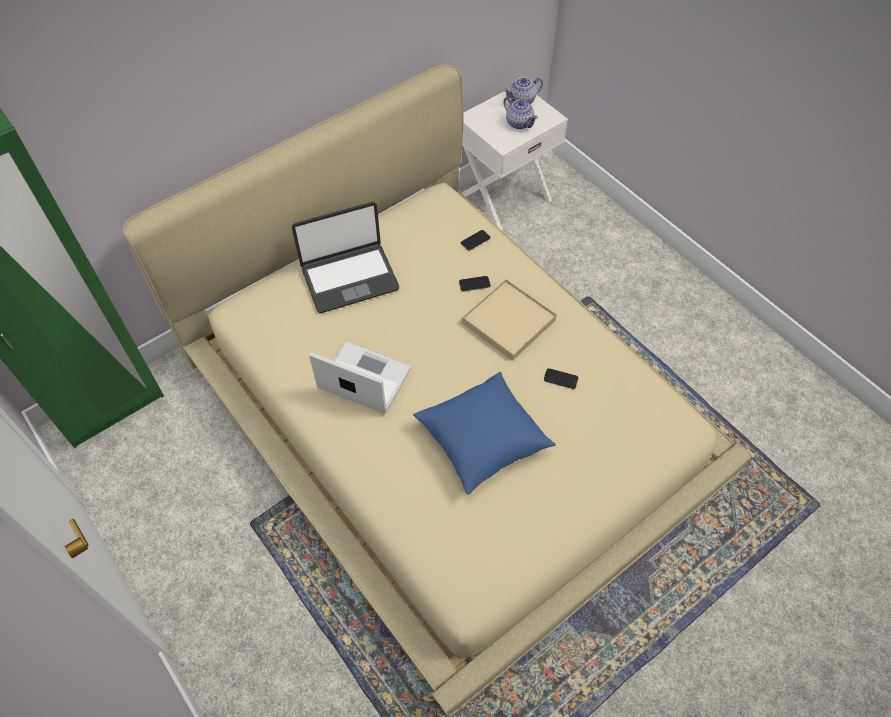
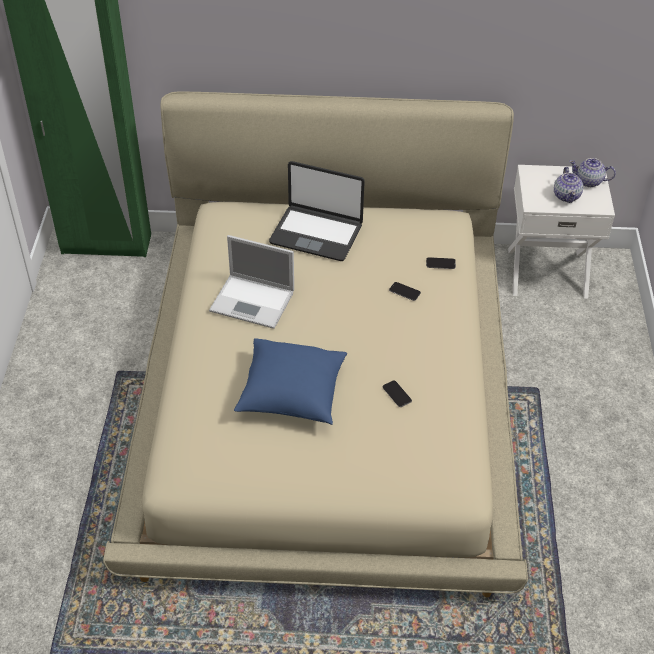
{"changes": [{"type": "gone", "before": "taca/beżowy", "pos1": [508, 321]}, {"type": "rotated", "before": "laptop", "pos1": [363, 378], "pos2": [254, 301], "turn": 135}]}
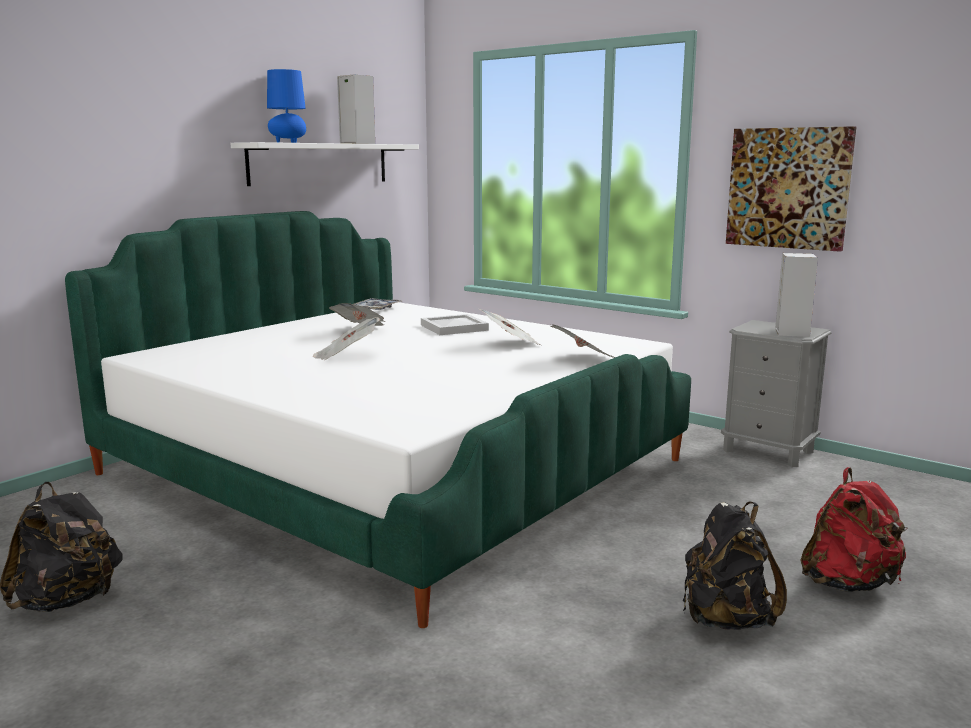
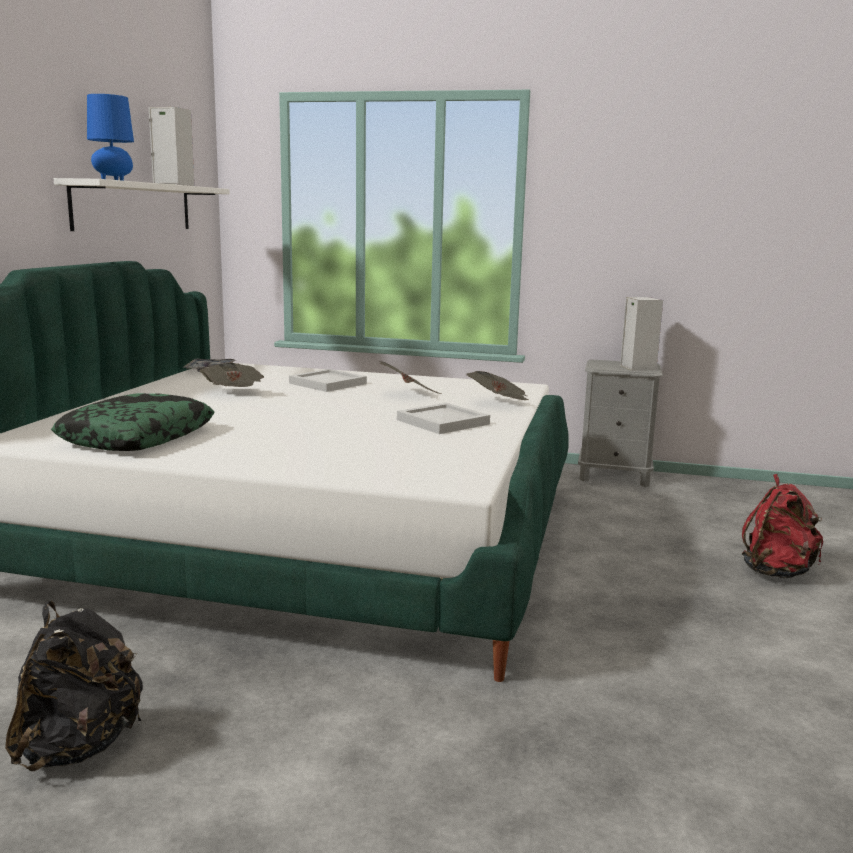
{"changes": [{"type": "gone", "before": "obraz", "pos1": [788, 188]}, {"type": "gone", "before": "gazeta", "pos1": [346, 356]}, {"type": "gone", "before": "plecak/czarny", "pos1": [725, 619]}, {"type": "new", "after": "poduszka", "pos2": [137, 437]}, {"type": "new", "after": "taca/biały", "pos2": [441, 422]}]}
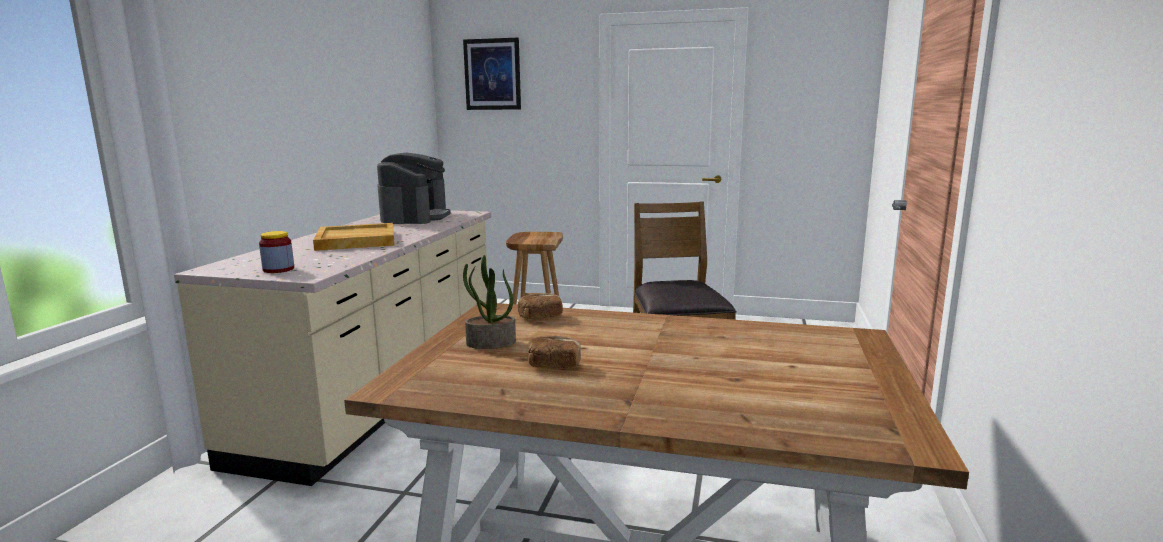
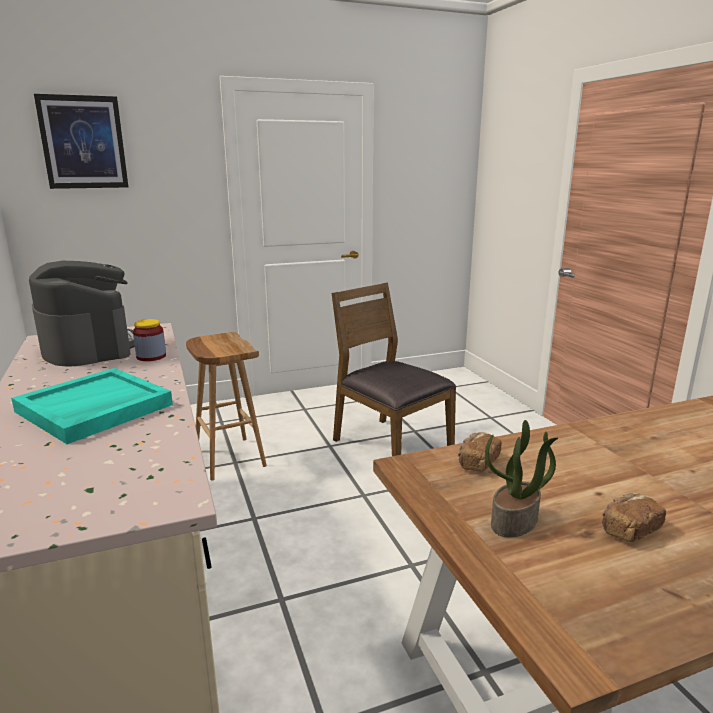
{"changes": [{"type": "repainted", "before": "taca/beżowy", "after": "taca/turkusowy", "pos1": [355, 241], "pos2": [94, 409]}, {"type": "shifted", "before": "słoik", "pos1": [278, 269], "pos2": [151, 356]}]}
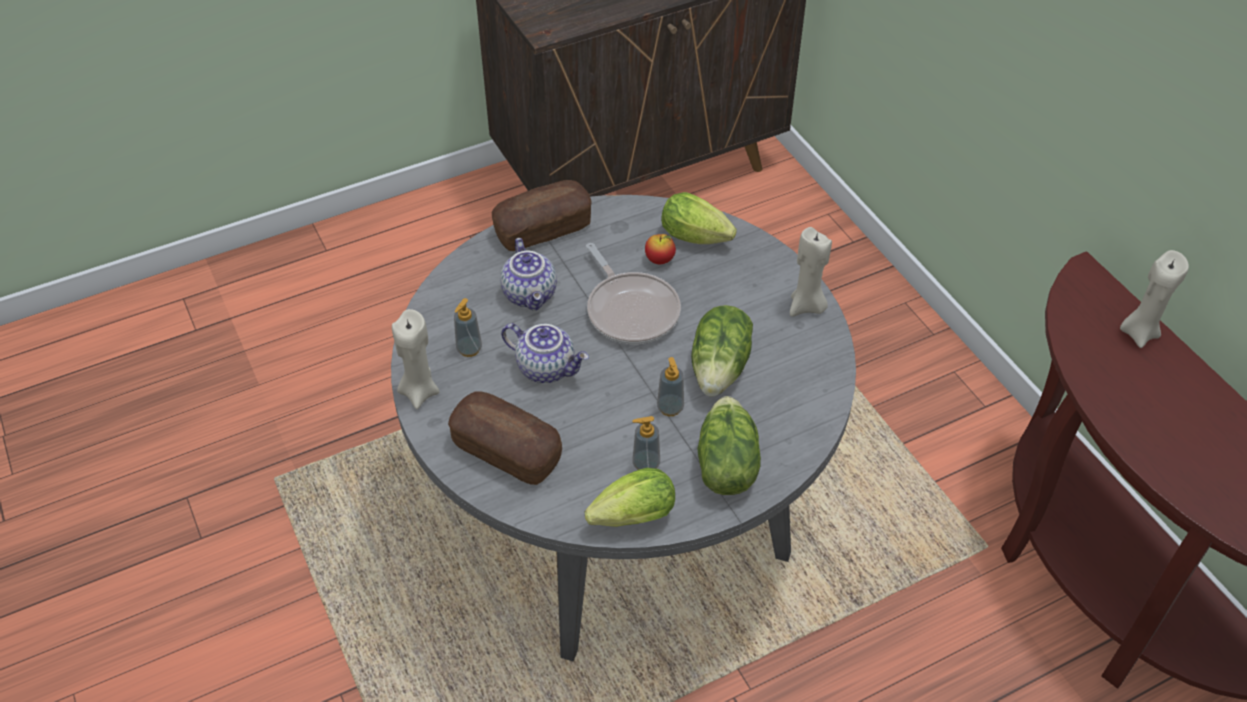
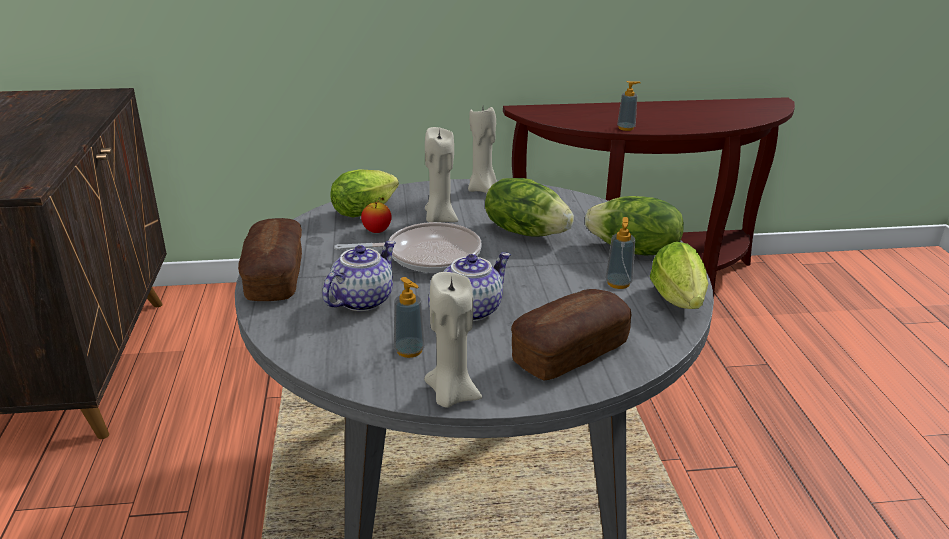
{"changes": [{"type": "rotated", "before": "imbryk", "pos1": [531, 294], "pos2": [362, 300], "turn": -60}, {"type": "shifted", "before": "świeca/beżowy", "pos1": [1138, 332], "pos2": [439, 219]}, {"type": "shifted", "before": "dozownik mydła", "pos1": [670, 408], "pos2": [626, 128]}]}
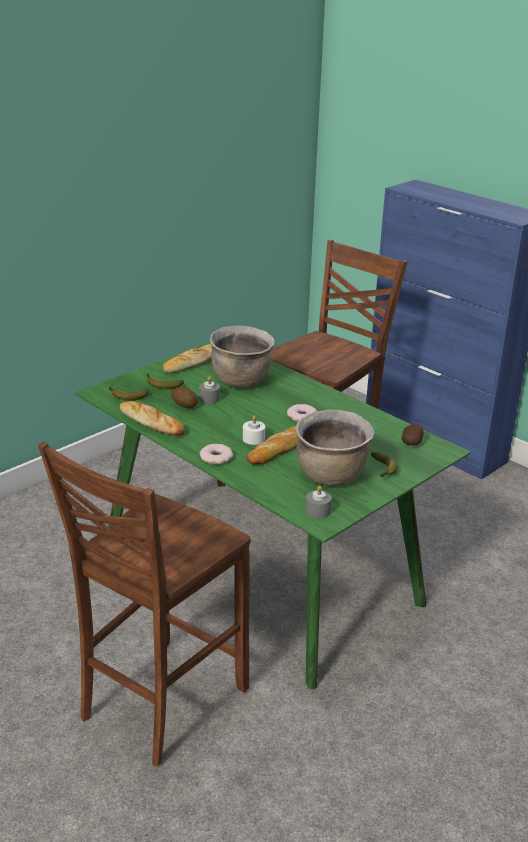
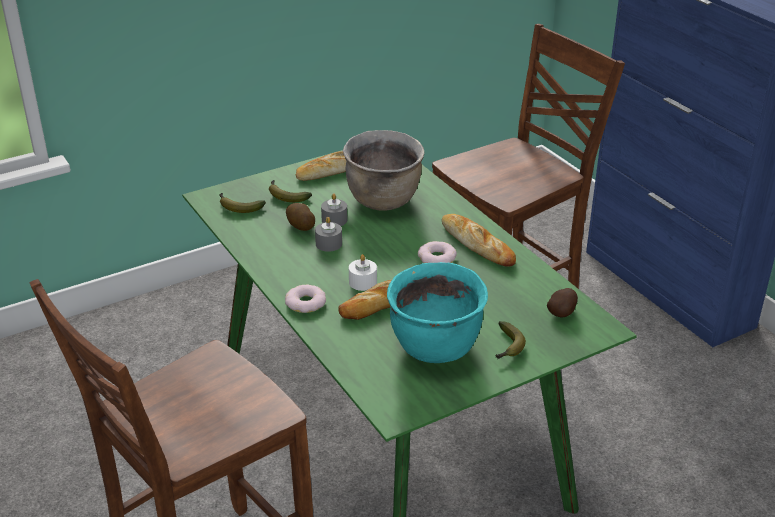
{"changes": [{"type": "shifted", "before": "chleb", "pos1": [151, 422], "pos2": [477, 244]}, {"type": "repainted", "before": "garnek/brązowy", "after": "garnek/turkusowy", "pos1": [331, 476], "pos2": [435, 348]}, {"type": "shifted", "before": "świeca/szary", "pos1": [318, 511], "pos2": [329, 244]}]}
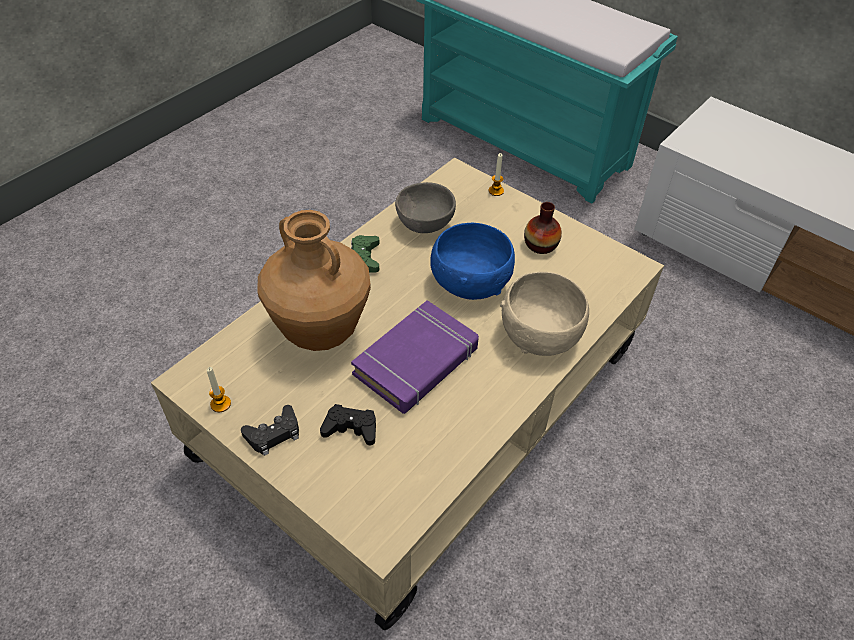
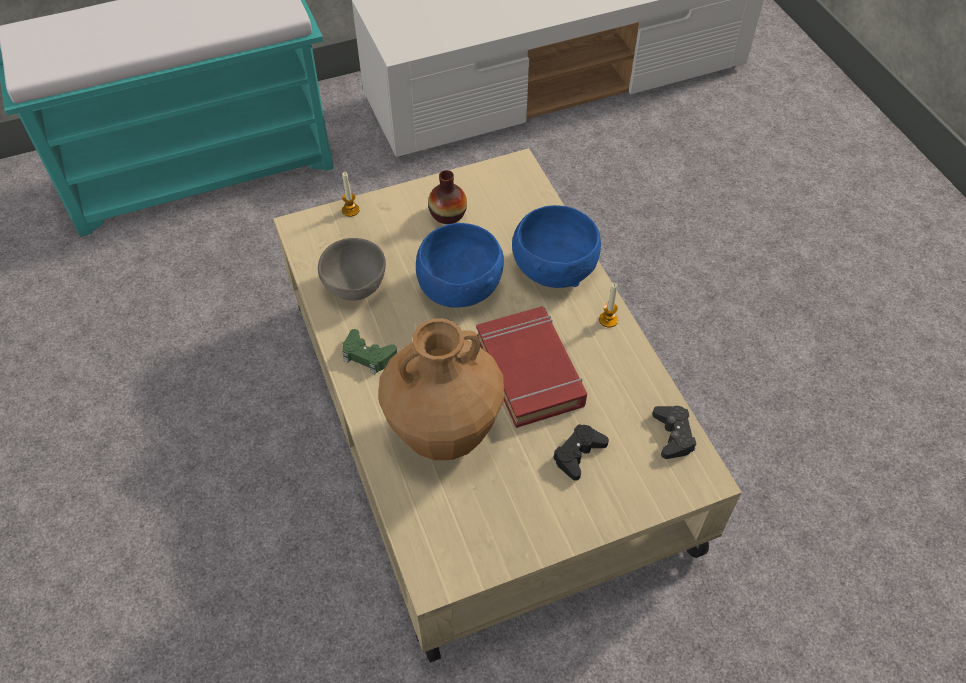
{"changes": [{"type": "repainted", "before": "miska/beżowy", "after": "miska/niebieski", "pos1": [539, 334], "pos2": [553, 268]}, {"type": "repainted", "before": "książka/fioletowy", "after": "książka/czerwony", "pos1": [416, 362], "pos2": [530, 371]}, {"type": "shifted", "before": "świeca", "pos1": [220, 404], "pos2": [608, 320]}, {"type": "shifted", "before": "pad do gier/czarny", "pos1": [274, 434], "pos2": [673, 435]}]}
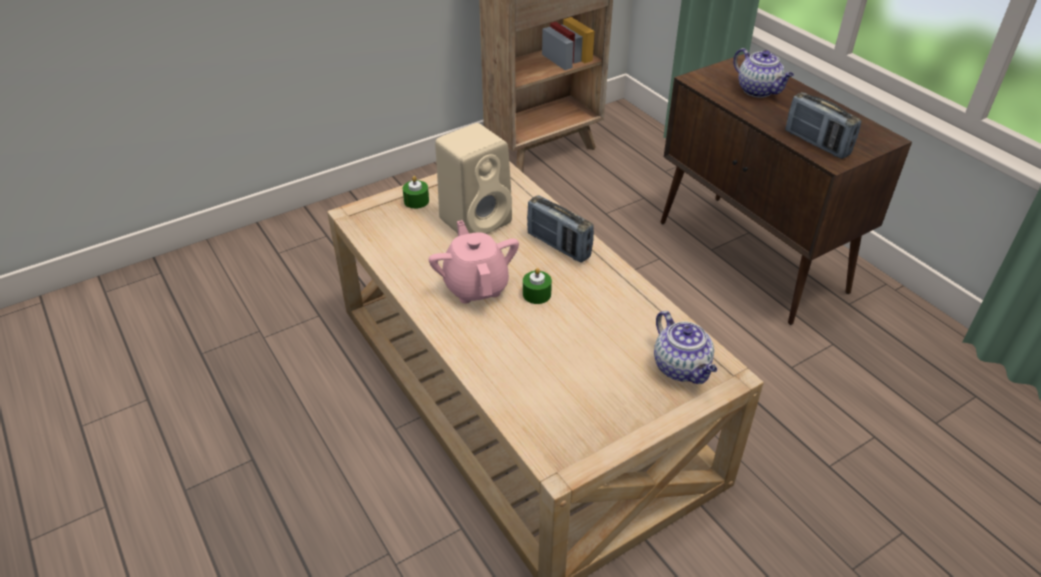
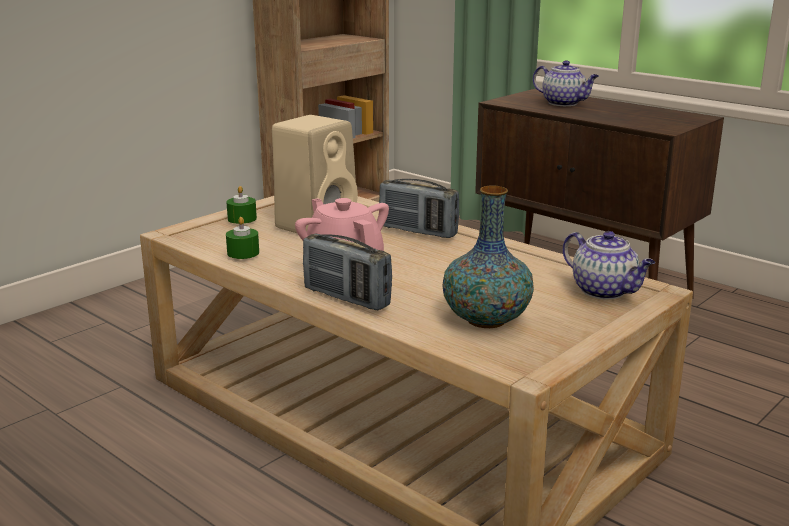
{"changes": [{"type": "shifted", "before": "radio", "pos1": [816, 143], "pos2": [346, 298]}, {"type": "shifted", "before": "świeca/zielony", "pos1": [536, 294], "pos2": [243, 253]}, {"type": "new", "after": "wazon", "pos2": [486, 320]}]}
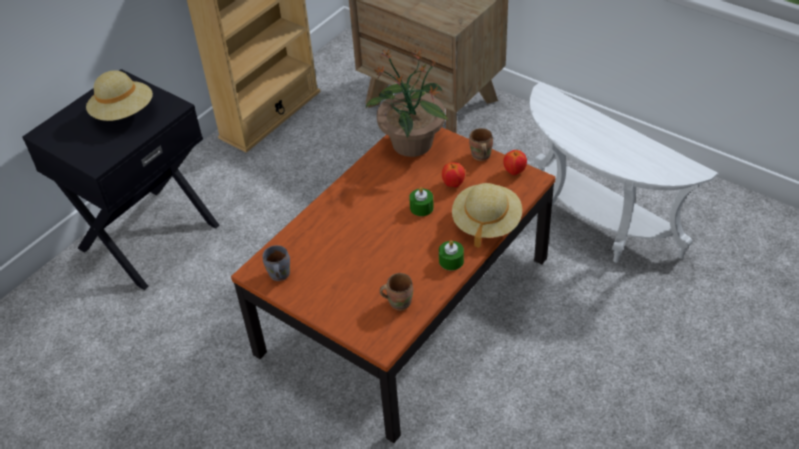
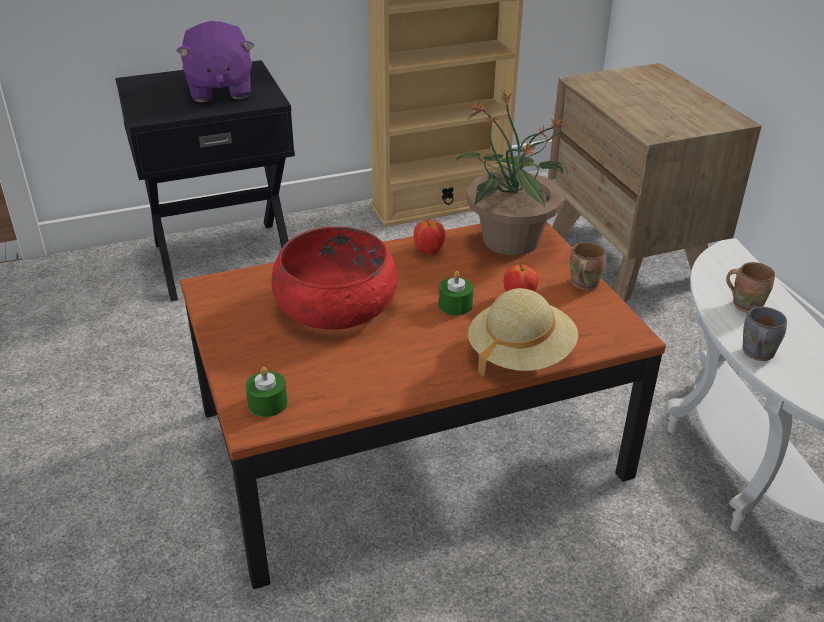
{"changes": [{"type": "swapped", "before": "kapelusz/beżowy", "after": "pluszak/fioletowy", "pos1": [124, 113], "pos2": [219, 90]}, {"type": "shifted", "before": "jabłko", "pos1": [514, 171], "pos2": [428, 251]}, {"type": "shifted", "before": "świeca/zielony", "pos1": [451, 261], "pos2": [267, 403]}, {"type": "shifted", "before": "kubek/szary", "pos1": [278, 275], "pos2": [755, 353]}, {"type": "shifted", "before": "kubek/brązowy", "pos1": [398, 301], "pos2": [745, 304]}, {"type": "new", "after": "miska/czerwony", "pos2": [336, 305]}]}
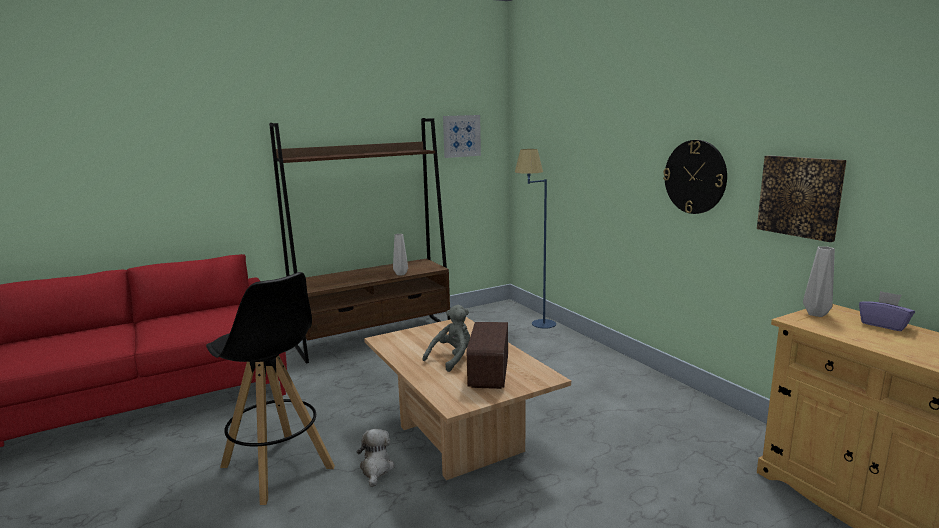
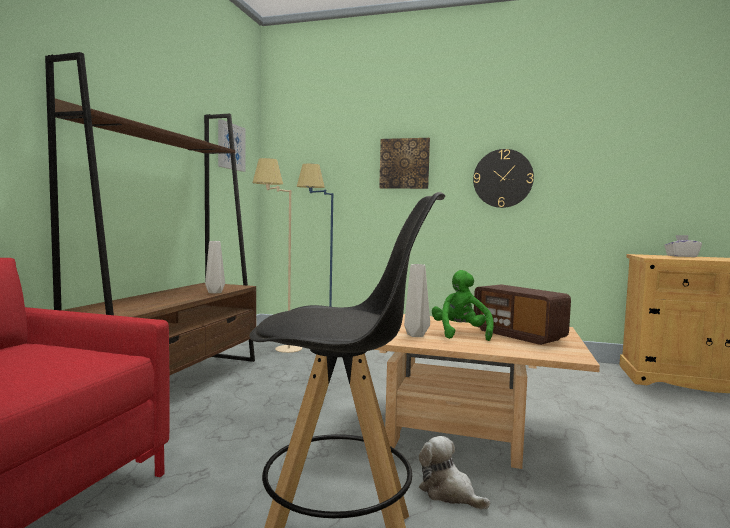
{"changes": [{"type": "shifted", "before": "obraz", "pos1": [800, 196], "pos2": [404, 163]}, {"type": "shifted", "before": "wazon/szary", "pos1": [815, 314], "pos2": [415, 335]}, {"type": "repainted", "before": "pudełko chusteczek/fioletowy", "after": "pudełko chusteczek/biały", "pos1": [883, 325], "pos2": [681, 256]}, {"type": "repainted", "before": "pluszak/szary", "after": "pluszak/zielony", "pos1": [452, 358], "pos2": [460, 334]}, {"type": "new", "after": "lampa stojąca/beżowy", "pos2": [276, 348]}]}
